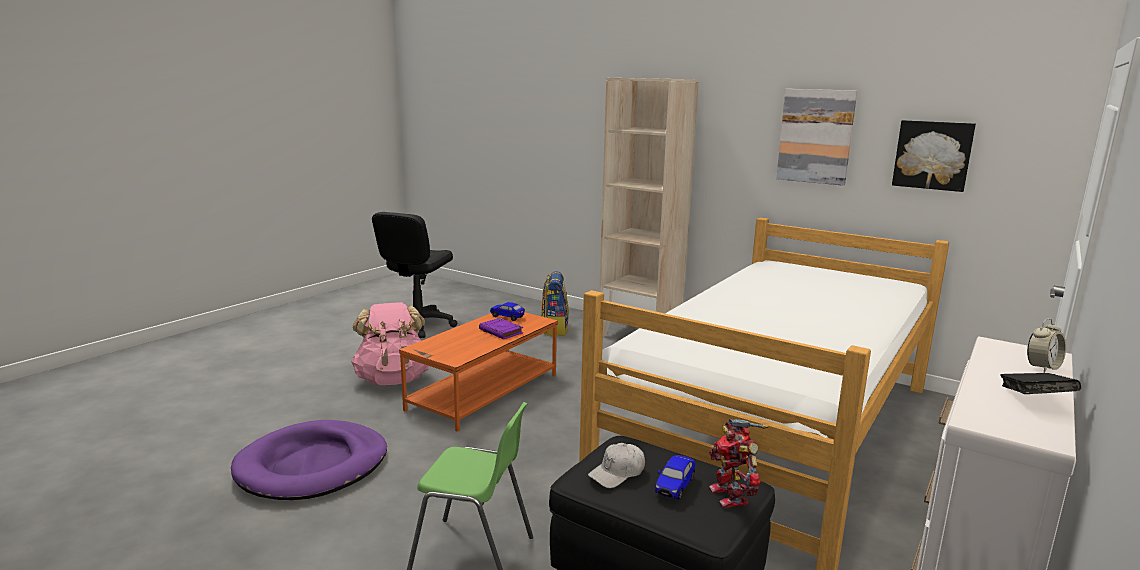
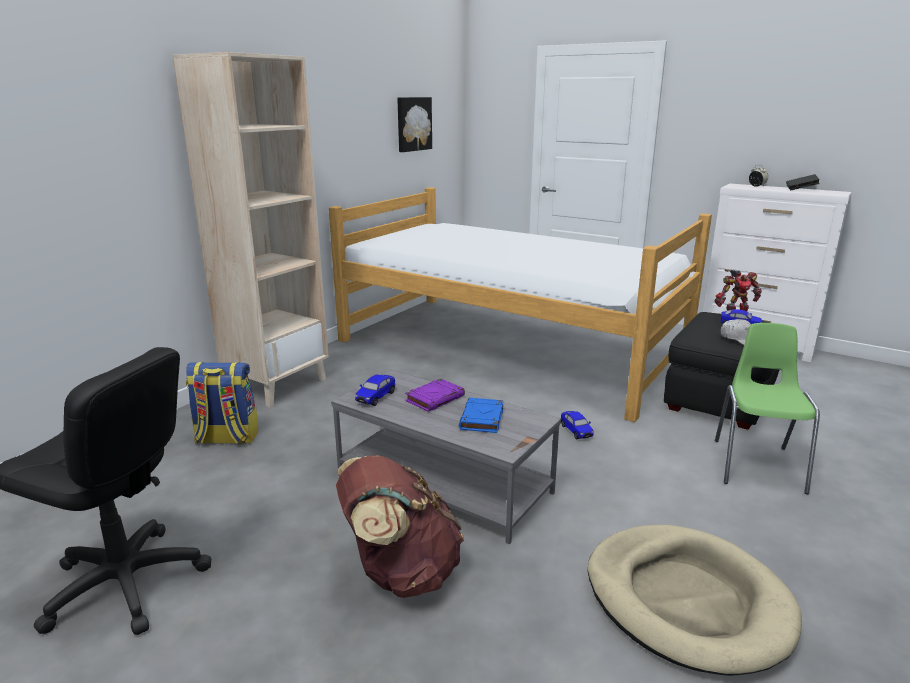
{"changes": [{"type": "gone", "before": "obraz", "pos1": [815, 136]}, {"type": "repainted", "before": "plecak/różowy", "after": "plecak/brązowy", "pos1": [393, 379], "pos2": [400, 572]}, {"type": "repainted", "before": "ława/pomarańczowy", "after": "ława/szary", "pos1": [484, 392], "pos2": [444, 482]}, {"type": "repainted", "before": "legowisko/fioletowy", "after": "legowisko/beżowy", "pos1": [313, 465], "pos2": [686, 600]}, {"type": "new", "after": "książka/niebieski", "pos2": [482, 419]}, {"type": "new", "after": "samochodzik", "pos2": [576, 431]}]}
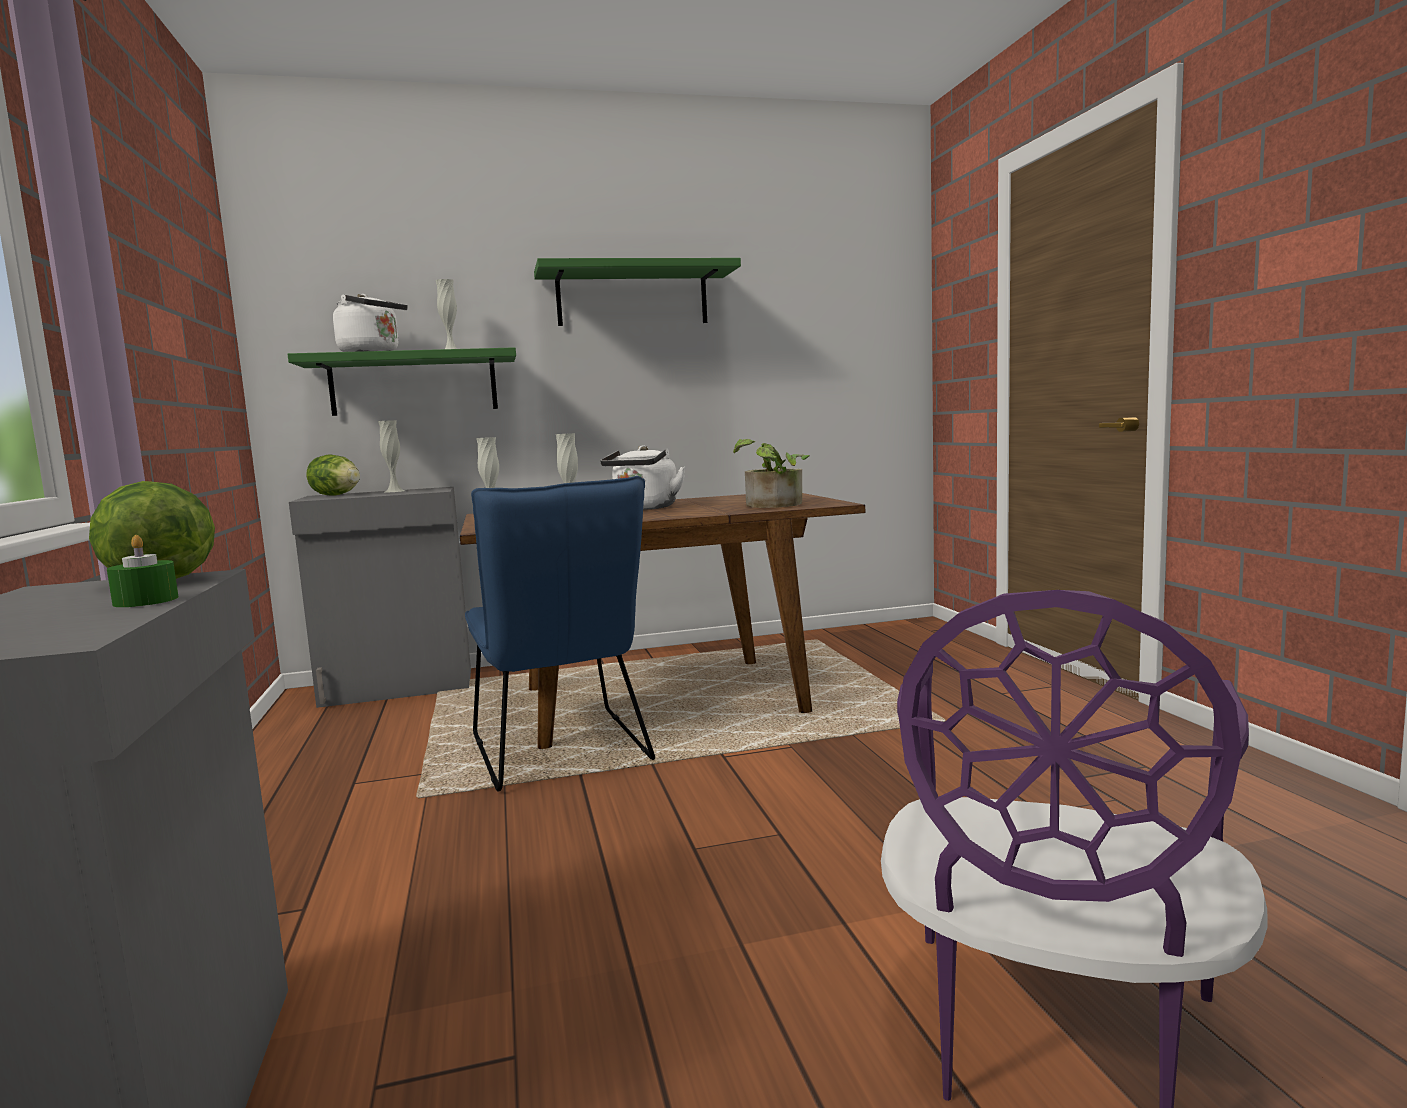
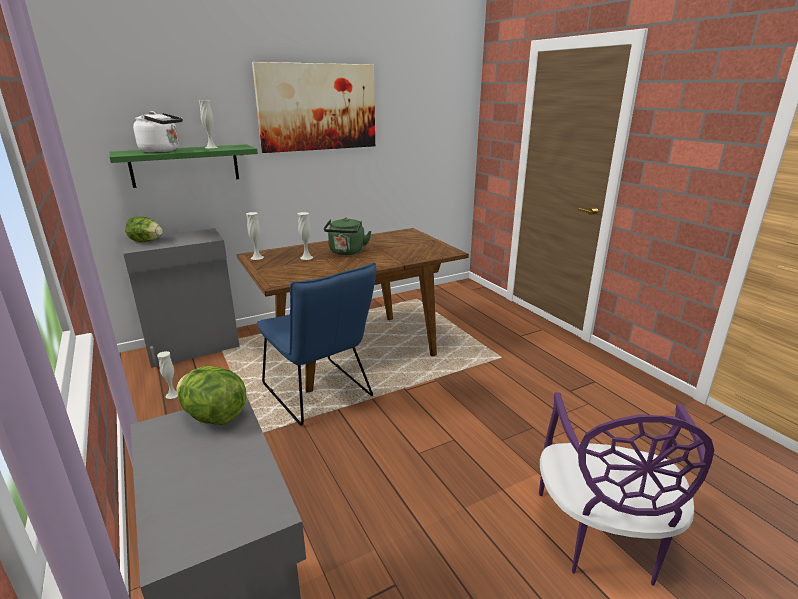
{"changes": [{"type": "swapped", "before": "półka/zielony", "after": "obraz", "pos1": [632, 297], "pos2": [318, 107]}, {"type": "shifted", "before": "wazon/biały", "pos1": [394, 491], "pos2": [172, 394]}, {"type": "gone", "before": "roślina doniczkowa", "pos1": [772, 505]}, {"type": "repainted", "before": "czajnik/biały", "after": "czajnik/zielony", "pos1": [644, 508], "pos2": [347, 252]}, {"type": "gone", "before": "świeca/zielony", "pos1": [146, 601]}]}
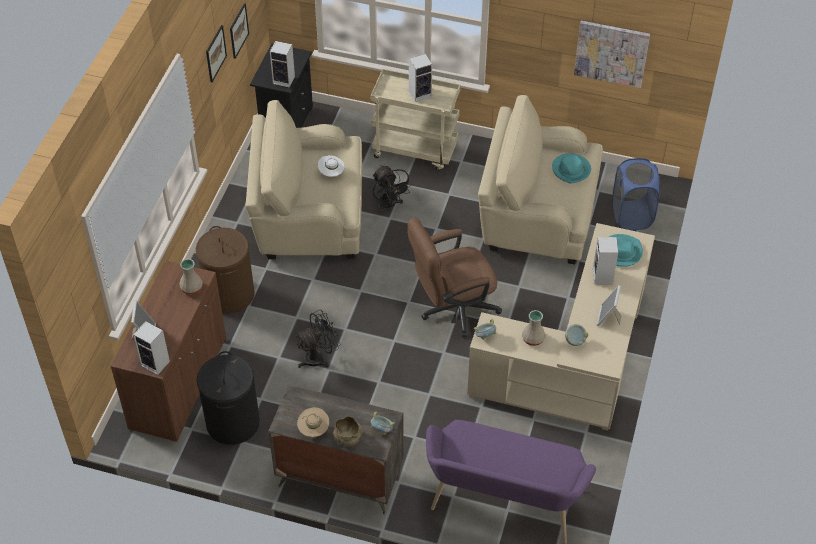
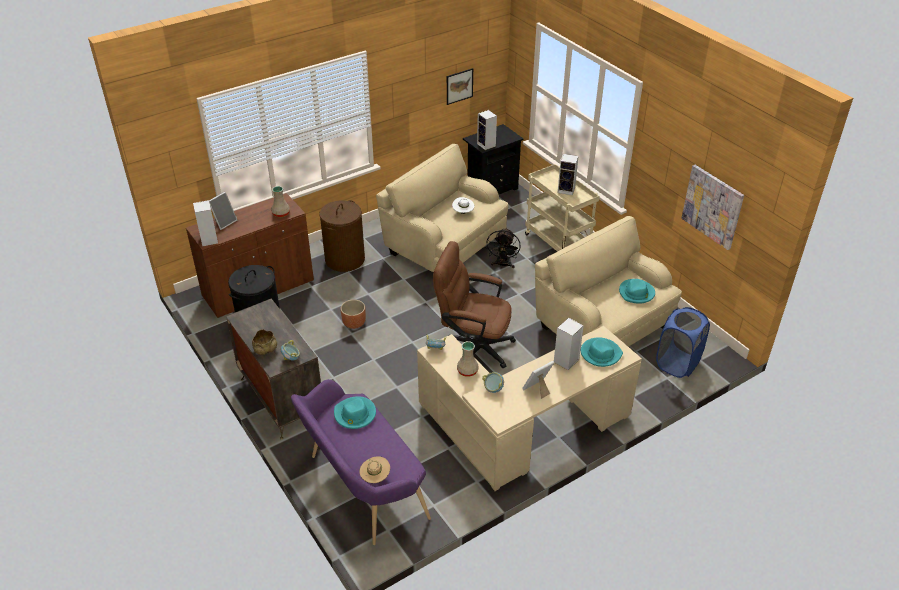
{"changes": [{"type": "gone", "before": "obraz", "pos1": [215, 53]}, {"type": "swapped", "before": "wentylator/czarny", "after": "donica/brązowy", "pos1": [318, 357], "pos2": [354, 323]}, {"type": "shifted", "before": "kapelusz/beżowy", "pos1": [313, 429], "pos2": [375, 477]}, {"type": "new", "after": "kapelusz/turkusowy", "pos2": [355, 414]}]}
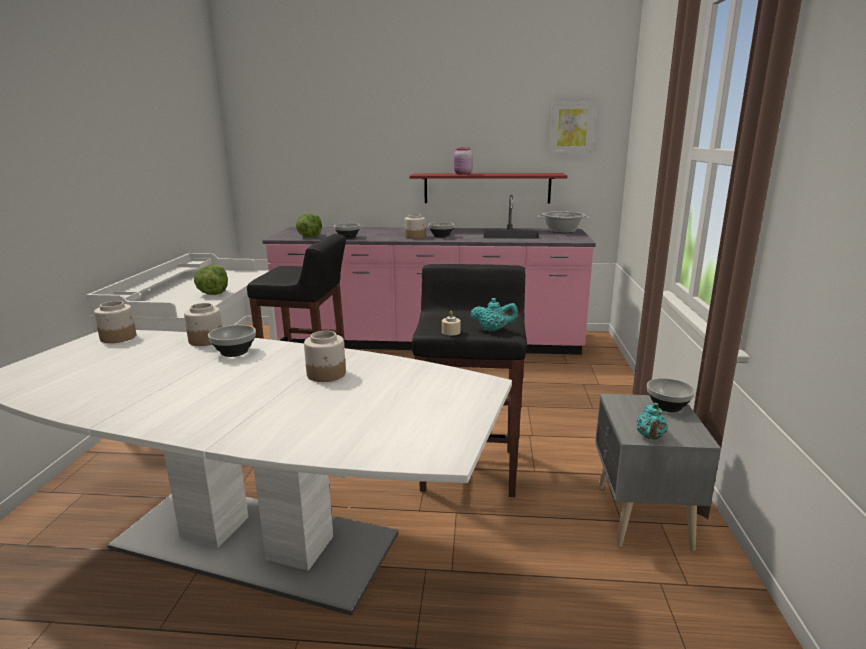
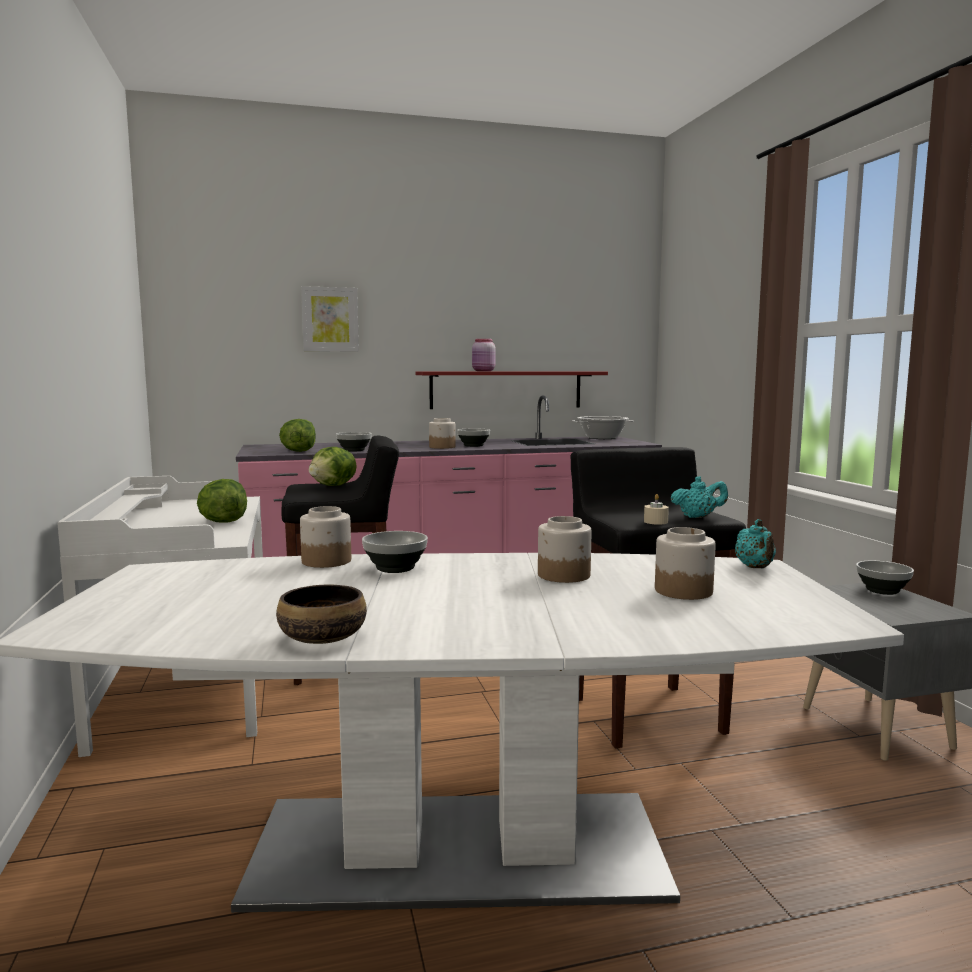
{"changes": [{"type": "shifted", "before": "obraz", "pos1": [571, 127], "pos2": [330, 319]}, {"type": "shifted", "before": "słoik", "pos1": [119, 337], "pos2": [683, 591]}, {"type": "shifted", "before": "imbryk/turkusowy", "pos1": [650, 437], "pos2": [755, 568]}, {"type": "new", "after": "sałata", "pos2": [334, 486]}, {"type": "new", "after": "miska", "pos2": [321, 638]}]}
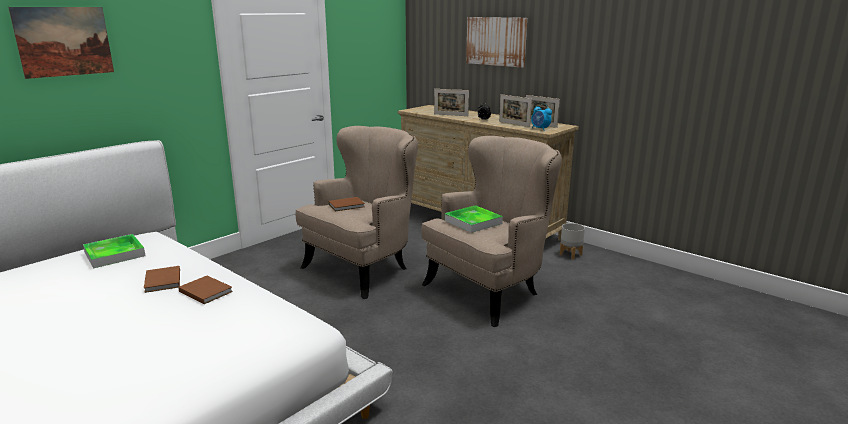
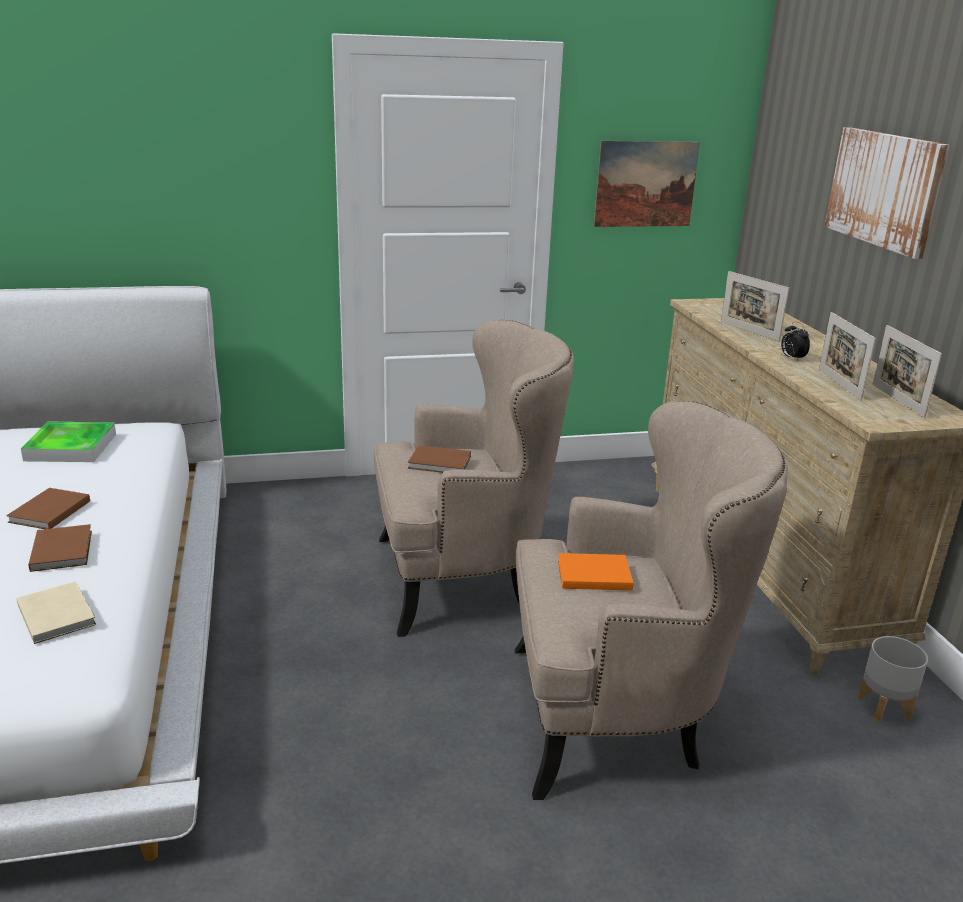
{"changes": [{"type": "shifted", "before": "obraz", "pos1": [64, 41], "pos2": [645, 184]}, {"type": "gone", "before": "budzik", "pos1": [540, 129]}, {"type": "swapped", "before": "taca", "after": "książka/pomarańczowy", "pos1": [473, 222], "pos2": [592, 574]}, {"type": "new", "after": "książka/beżowy", "pos2": [57, 614]}]}
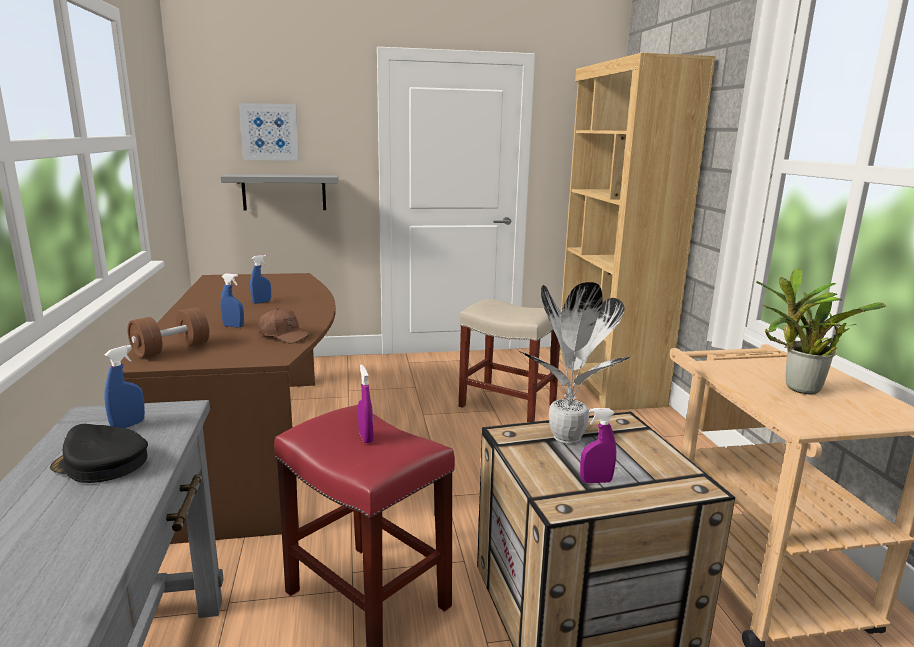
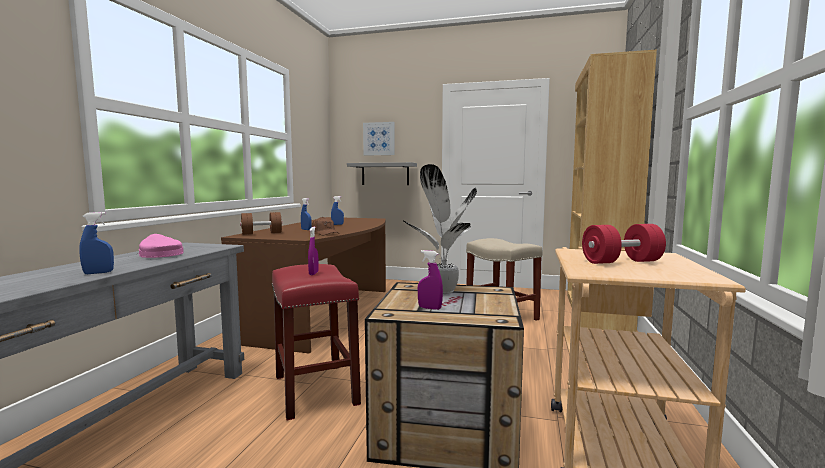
{"changes": [{"type": "swapped", "before": "roślina doniczkowa", "after": "hantel/czerwony", "pos1": [797, 389], "pos2": [621, 262]}, {"type": "shifted", "before": "spryskiwacz/niebieski", "pos1": [128, 425], "pos2": [98, 273]}, {"type": "repainted", "before": "czapka z daszkiem/czarny", "after": "czapka z daszkiem/różowy", "pos1": [101, 464], "pos2": [160, 254]}]}
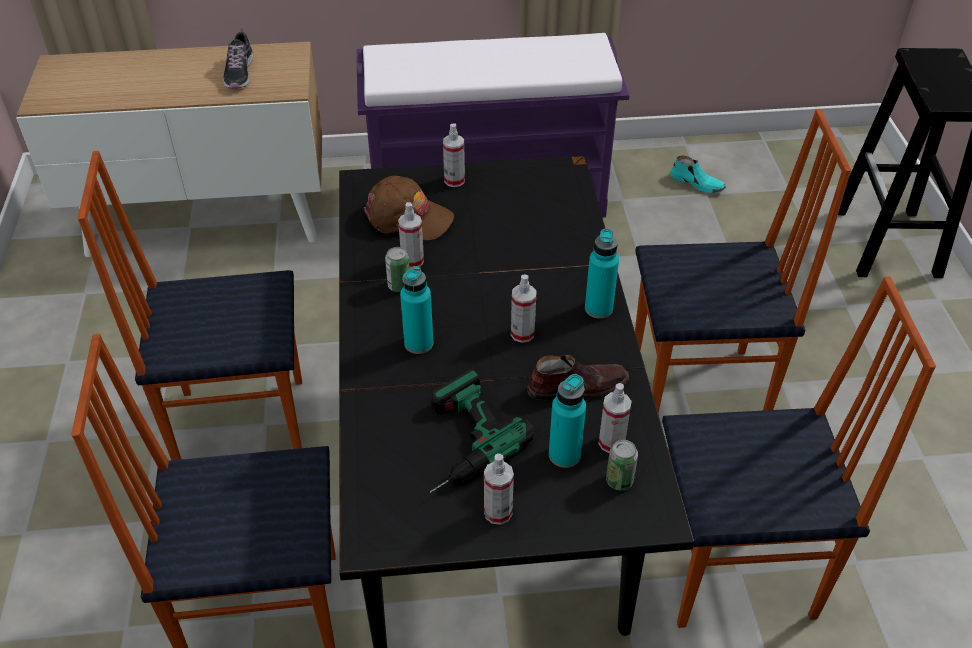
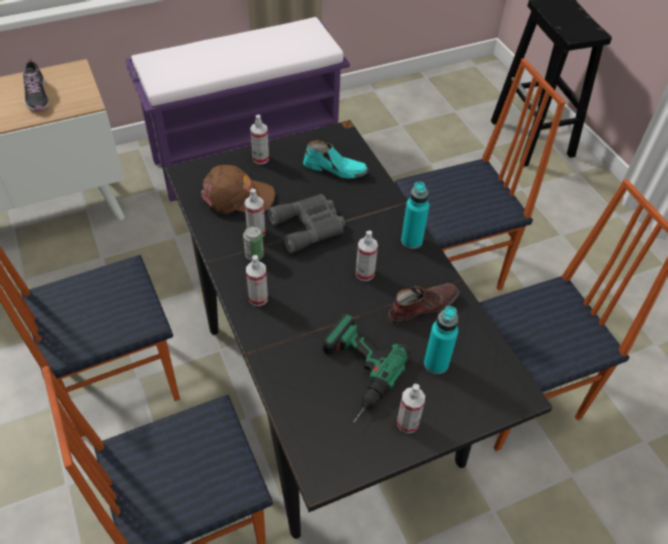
{"changes": [{"type": "shifted", "before": "but/turkusowy", "pos1": [697, 183], "pos2": [335, 169]}, {"type": "gone", "before": "butelka/turkusowy", "pos1": [418, 343]}, {"type": "shifted", "before": "spryskiwacz", "pos1": [611, 442], "pos2": [258, 298]}, {"type": "gone", "before": "puszka", "pos1": [619, 481]}, {"type": "new", "after": "lornetka/szary", "pos2": [310, 226]}]}
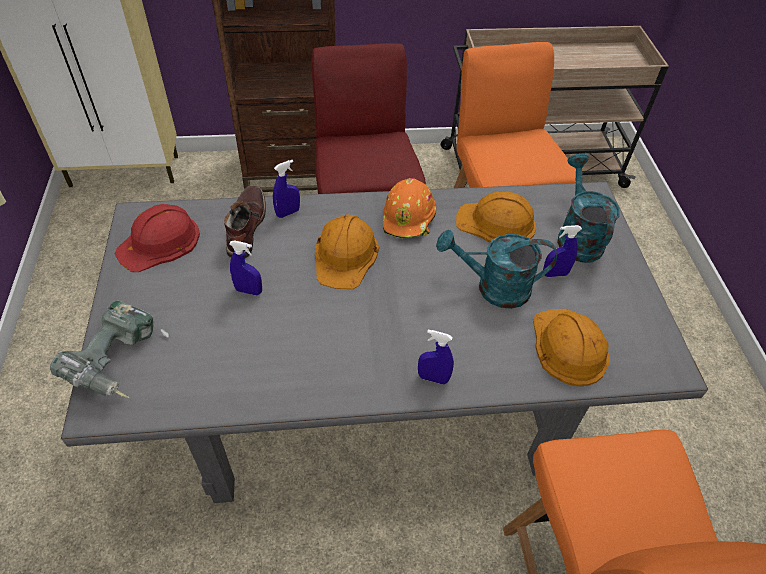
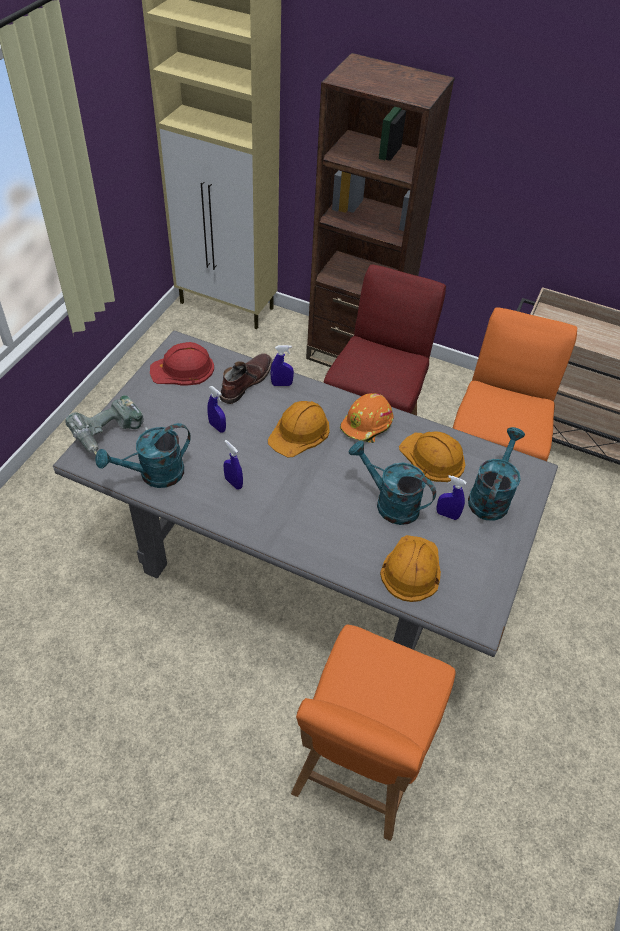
{"changes": [{"type": "shifted", "before": "spryskiwacz/niebieski", "pos1": [433, 378], "pos2": [233, 483]}, {"type": "new", "after": "konewka/turkusowy", "pos2": [154, 475]}]}
